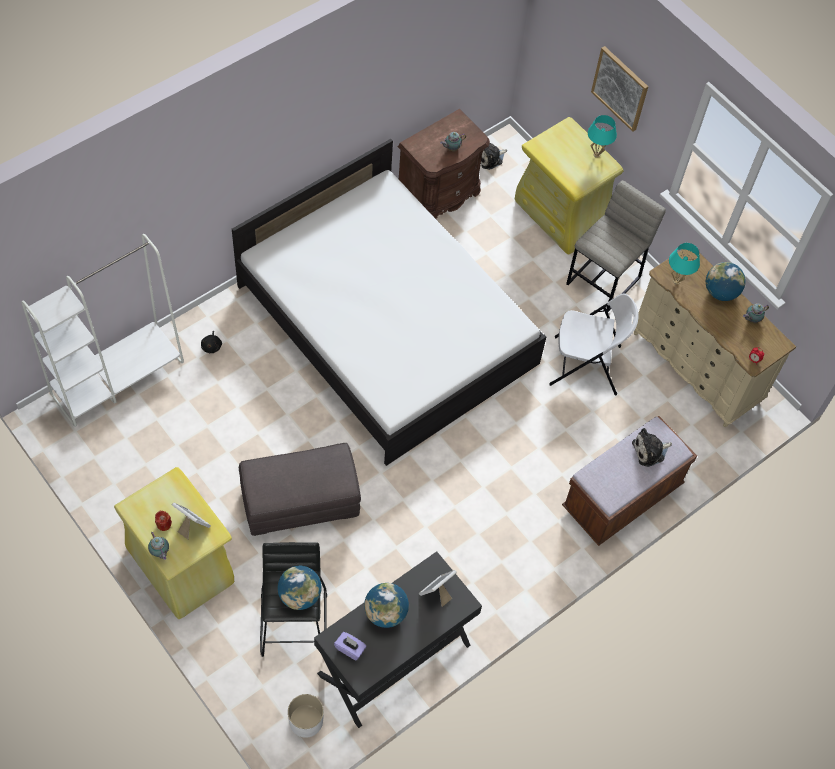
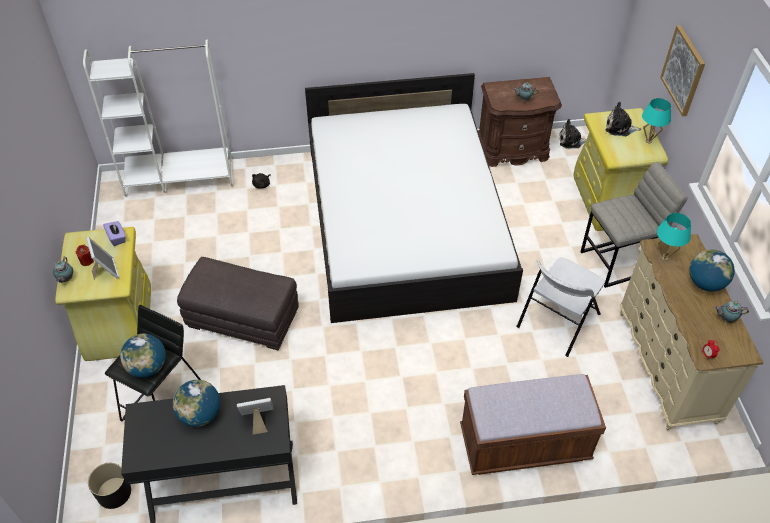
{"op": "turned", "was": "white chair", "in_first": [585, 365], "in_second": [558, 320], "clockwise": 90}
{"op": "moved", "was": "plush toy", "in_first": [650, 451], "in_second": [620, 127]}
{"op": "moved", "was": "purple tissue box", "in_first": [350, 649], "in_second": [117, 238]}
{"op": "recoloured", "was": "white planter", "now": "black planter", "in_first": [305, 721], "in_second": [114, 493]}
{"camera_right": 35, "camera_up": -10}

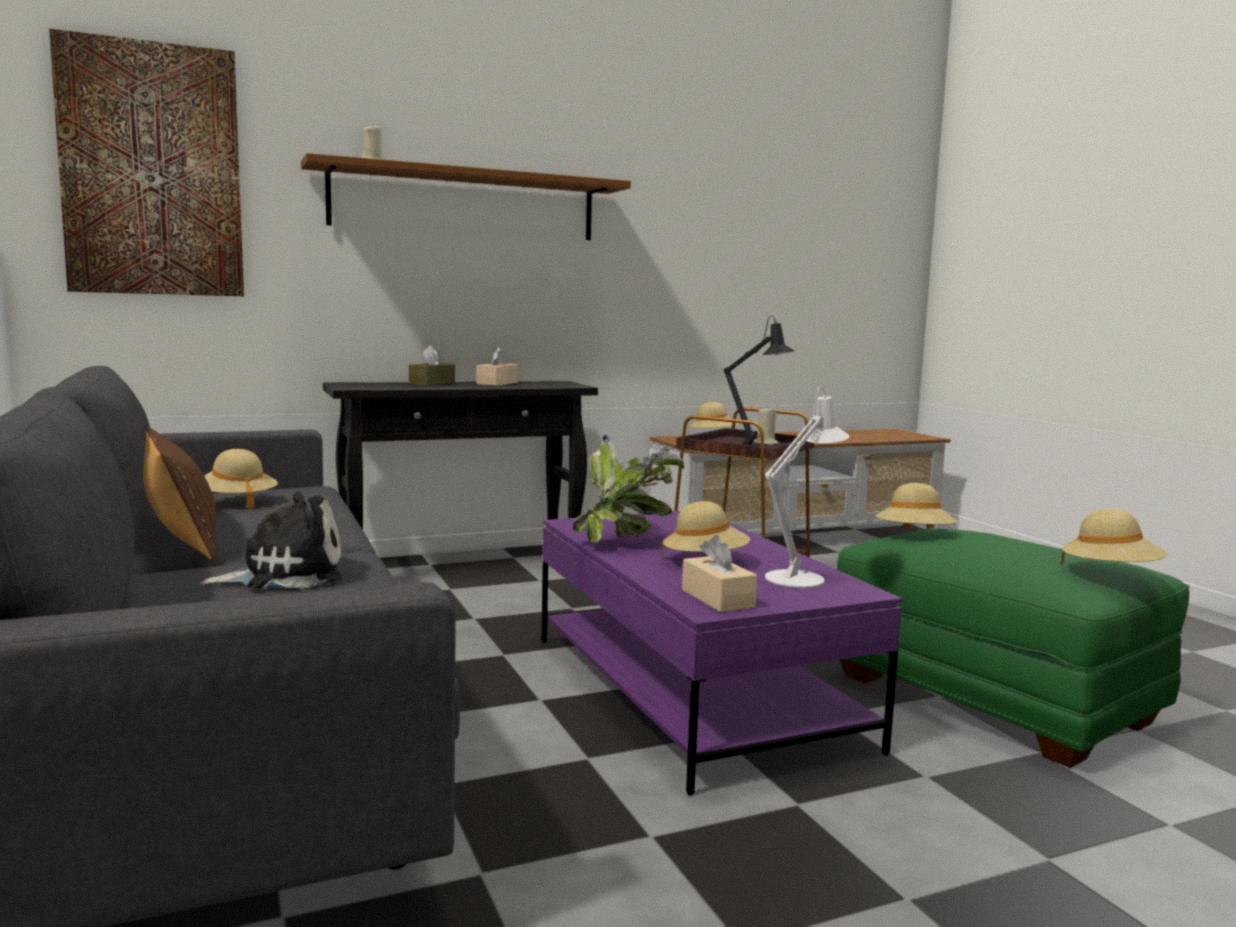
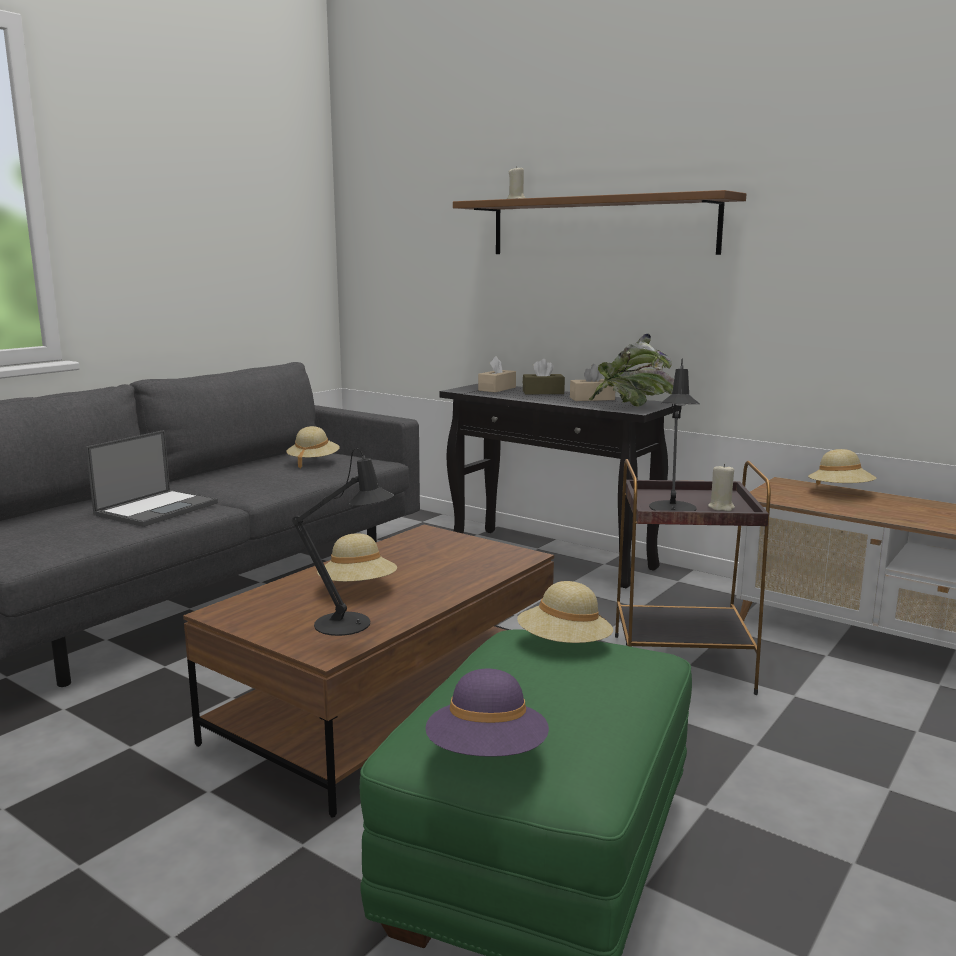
{"op": "removed", "was": "picture", "in_first": [152, 170]}
{"op": "recoloured", "was": "white table lamp", "now": "black table lamp", "in_first": [800, 577], "in_second": [350, 625]}
{"op": "removed", "was": "brown pillow", "in_first": [179, 534]}
{"op": "moved", "was": "potted plant", "in_first": [625, 540], "in_second": [632, 407]}
{"op": "replaced", "was": "plush toy", "now": "laptop", "in_first": [285, 575], "in_second": [157, 508]}
{"op": "recoloured", "was": "beige hat", "now": "purple hat", "in_first": [1111, 574], "in_second": [487, 755]}
{"op": "recoloured", "was": "purple coffee table", "now": "brown coffee table", "in_first": [691, 691], "in_second": [388, 702]}
{"op": "moved", "was": "beige tissue box", "in_first": [717, 598], "in_second": [497, 389]}
{"camera_right": 60, "camera_up": 5}

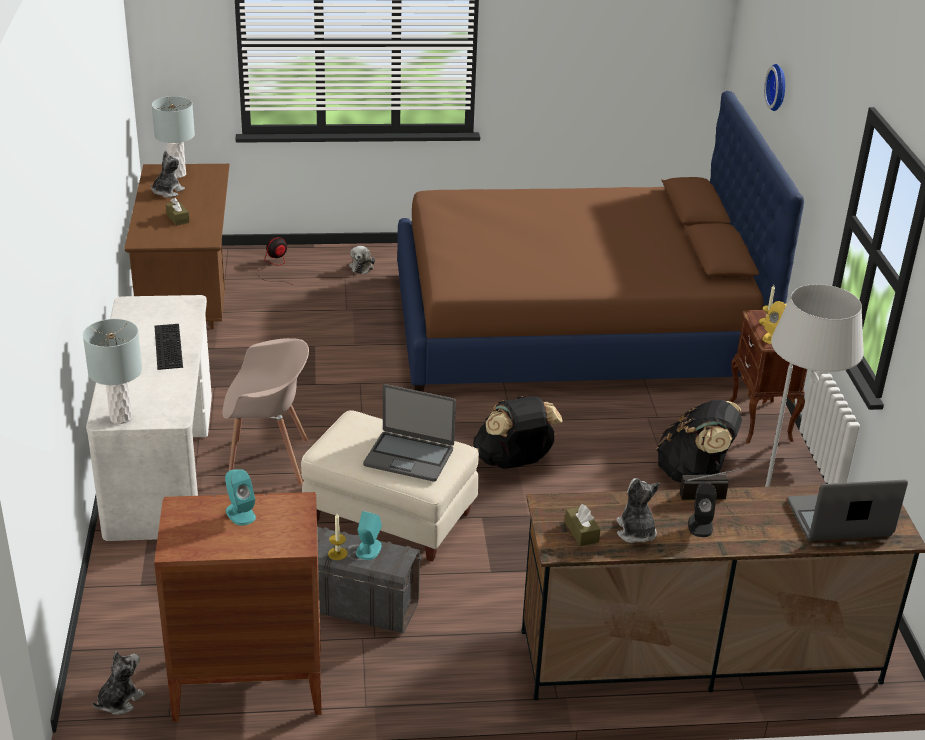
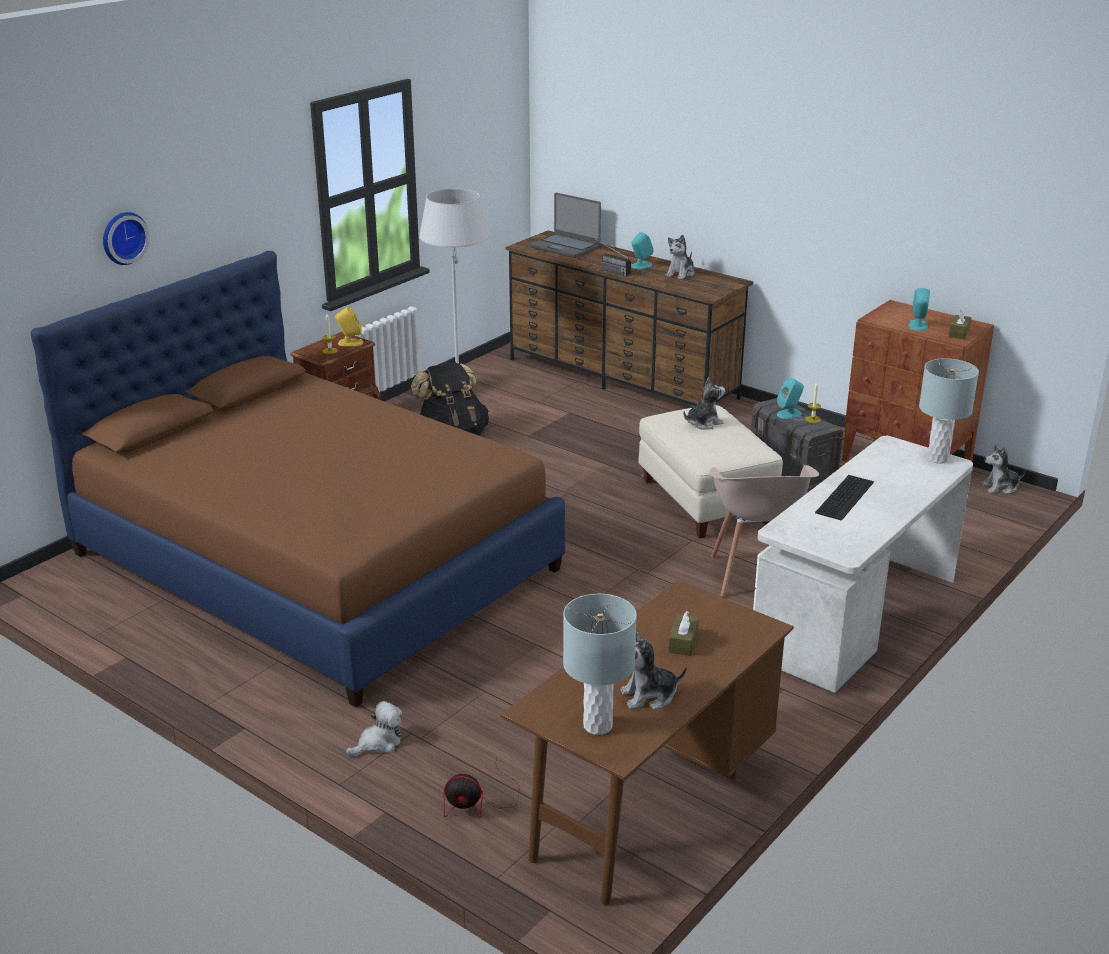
{"op": "turned", "was": "beige chair", "in_first": [270, 461], "in_second": [754, 576], "clockwise": -135}
{"op": "replaced", "was": "laptop", "now": "plush toy", "in_first": [409, 457], "in_second": [703, 423]}
{"op": "removed", "was": "black backpack", "in_first": [514, 462]}
{"op": "recoloured", "was": "black speaker", "now": "turquoise speaker", "in_first": [700, 525], "in_second": [641, 265]}
{"op": "moved", "was": "brown tissue box", "in_first": [581, 532], "in_second": [959, 333]}
{"camera_right": -135, "camera_up": -5}

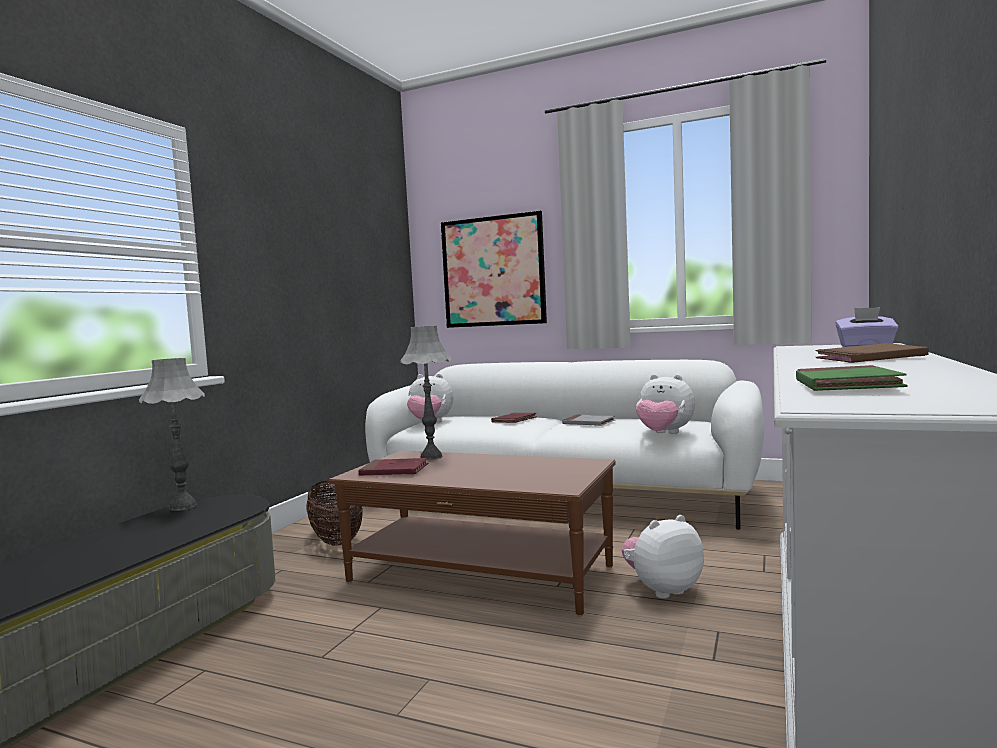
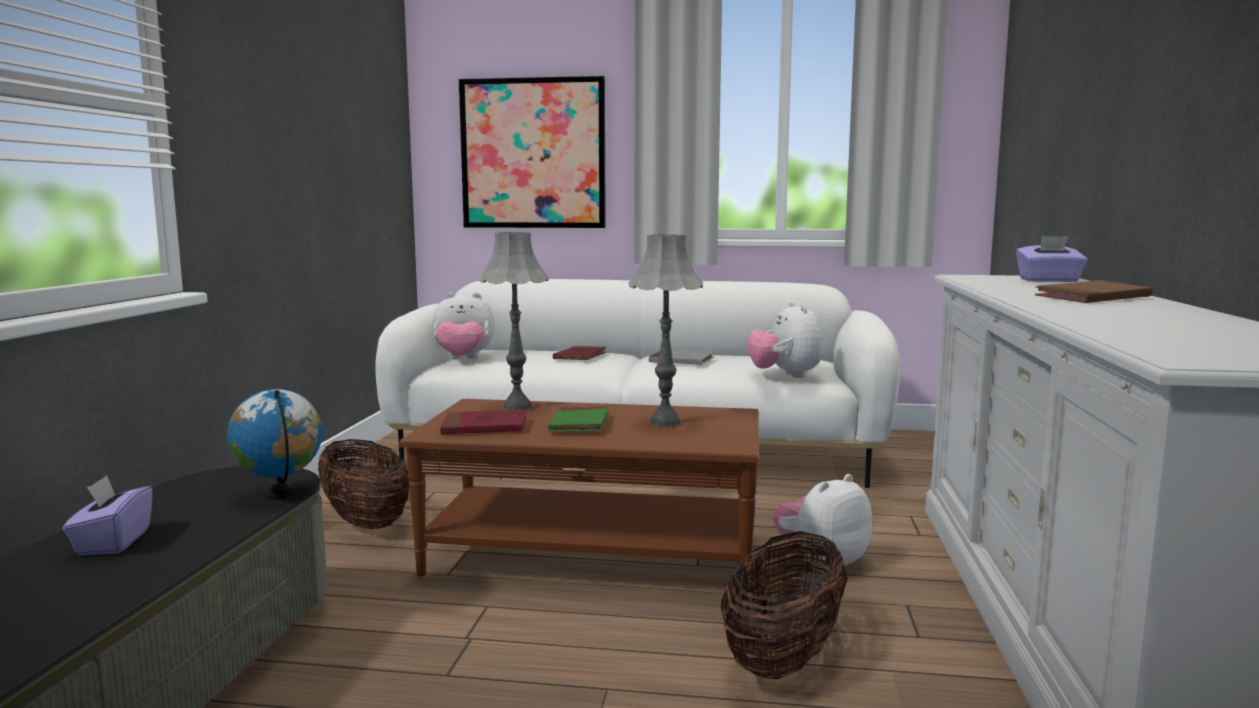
{"op": "moved", "was": "grey table lamp", "in_first": [183, 507], "in_second": [665, 423]}
{"op": "moved", "was": "green book", "in_first": [845, 386], "in_second": [579, 424]}
{"op": "turned", "was": "plush toy", "in_first": [664, 434], "in_second": [785, 375], "clockwise": 60}
{"op": "added", "now": "globe", "in_second": [281, 495]}
{"op": "added", "now": "purple tissue box", "in_second": [112, 542]}
{"op": "added", "now": "basket", "in_second": [783, 657]}
{"camera_right": -15, "camera_up": 5}

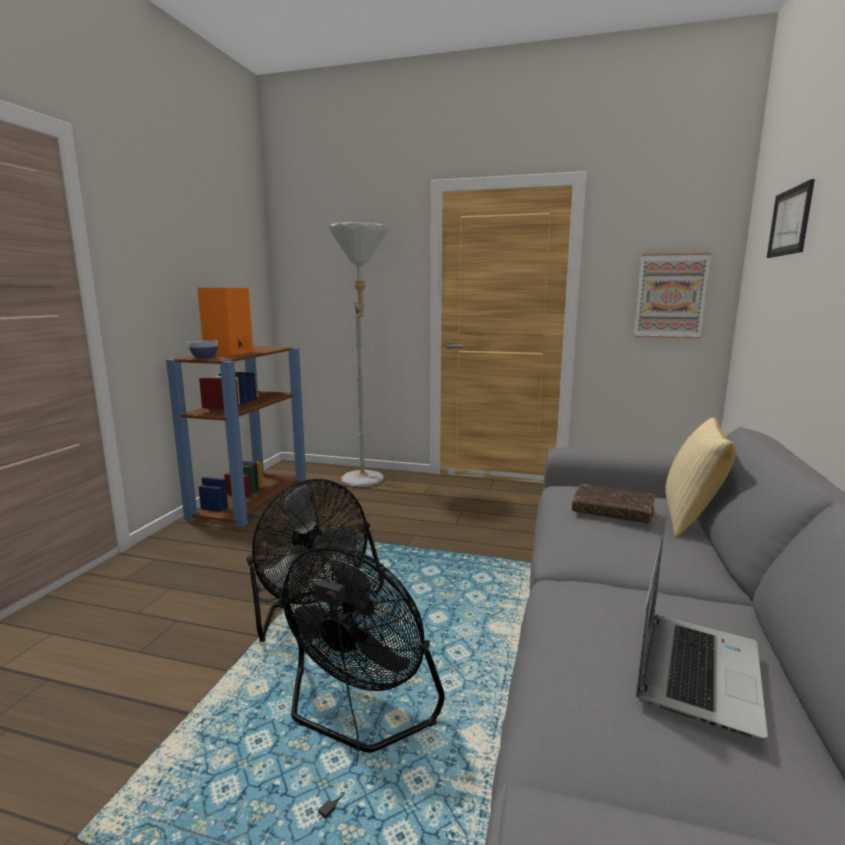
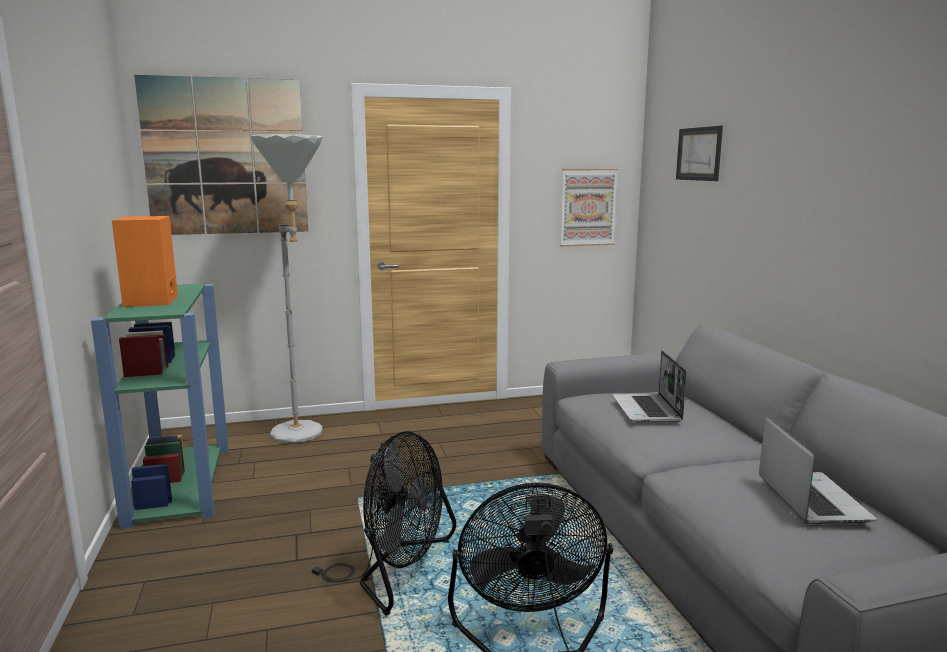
{"op": "removed", "was": "bowl", "in_first": [204, 358]}
{"op": "recoloured", "was": "brown bookcase", "now": "green bookcase", "in_first": [252, 498], "in_second": [181, 483]}
{"op": "removed", "was": "pillow", "in_first": [691, 518]}
{"op": "replaced", "was": "brown book", "now": "laptop", "in_first": [612, 512], "in_second": [647, 410]}
{"op": "added", "now": "picture", "in_second": [226, 157]}
{"camera_right": -30, "camera_up": 0}

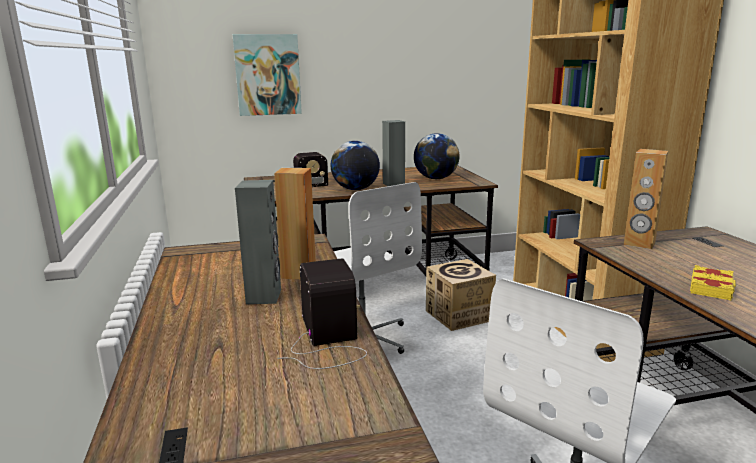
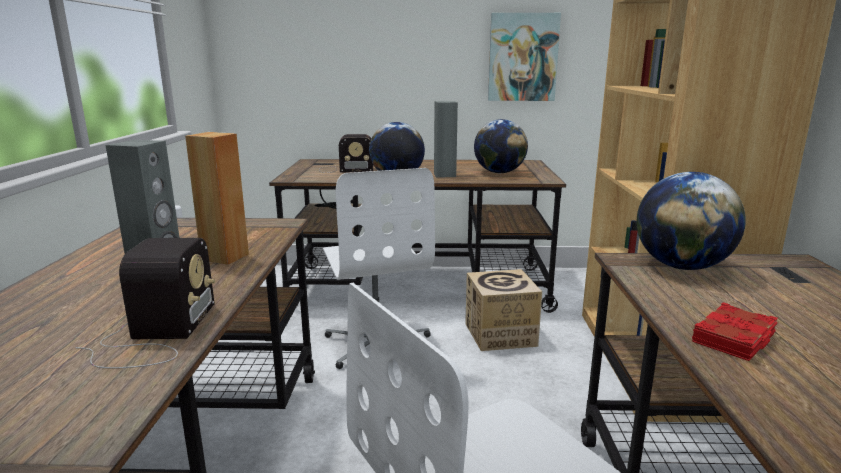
{"op": "moved", "was": "picture", "in_first": [268, 75], "in_second": [523, 57]}
{"op": "replaced", "was": "brown speaker", "now": "globe", "in_first": [639, 243], "in_second": [681, 266]}
{"op": "recoloured", "was": "yellow book", "now": "red book", "in_first": [711, 288], "in_second": [734, 338]}
{"camera_right": 15, "camera_up": 0}

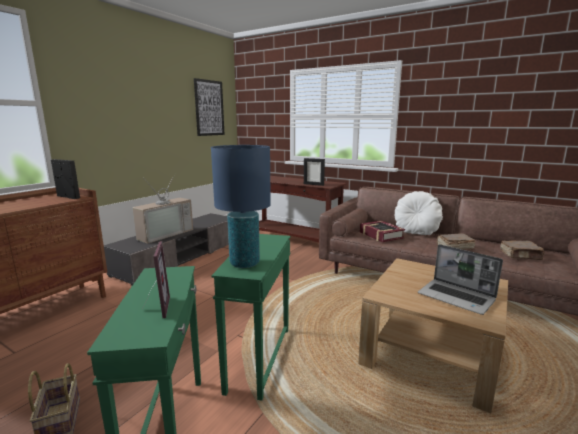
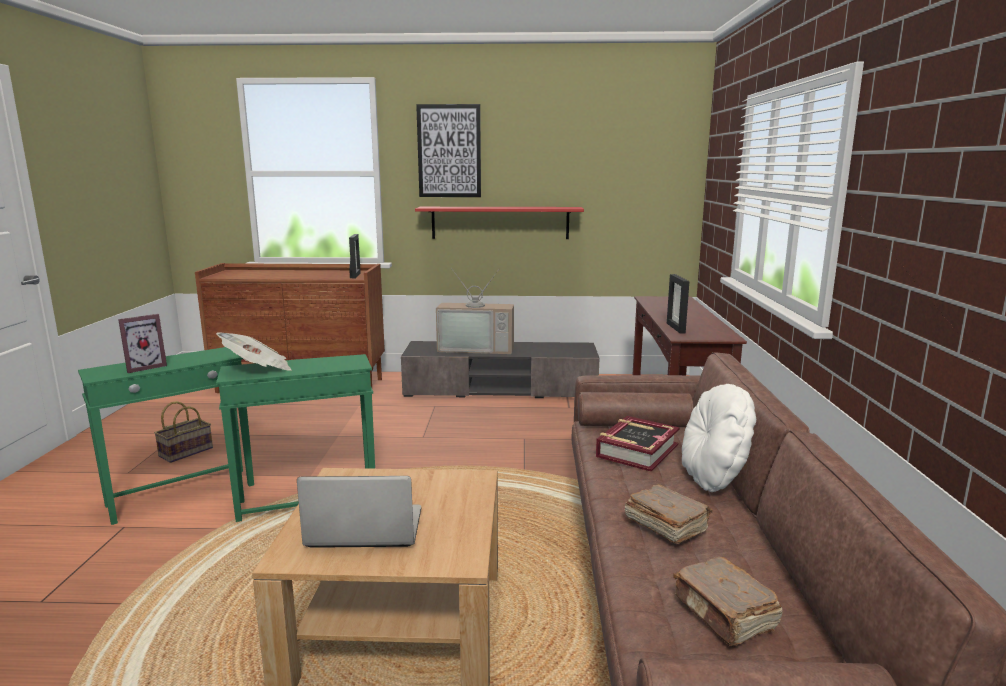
{"op": "moved", "was": "picture", "in_first": [209, 108], "in_second": [449, 151]}
{"op": "replaced", "was": "blue table lamp", "now": "newspaper", "in_first": [244, 263], "in_second": [258, 369]}
{"op": "turned", "was": "laptop", "in_first": [457, 297], "in_second": [363, 530], "clockwise": 75}
{"op": "added", "now": "red shelf", "in_second": [500, 222]}
{"camera_right": 60, "camera_up": 0}

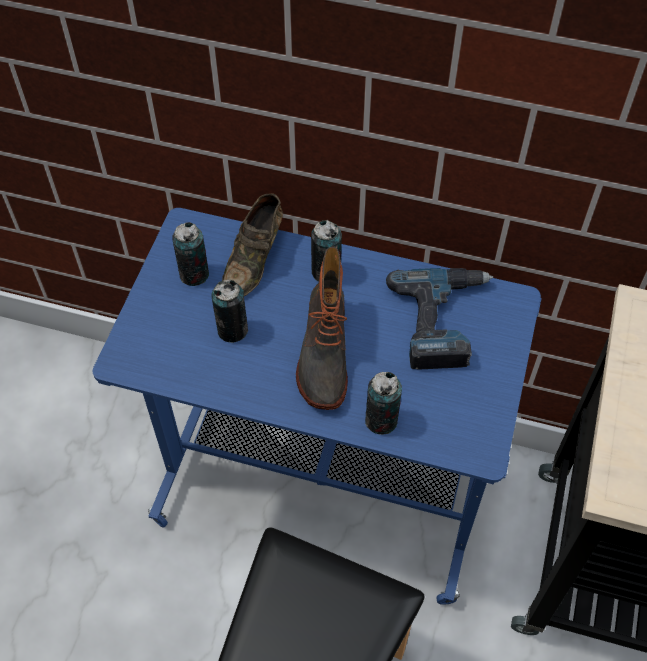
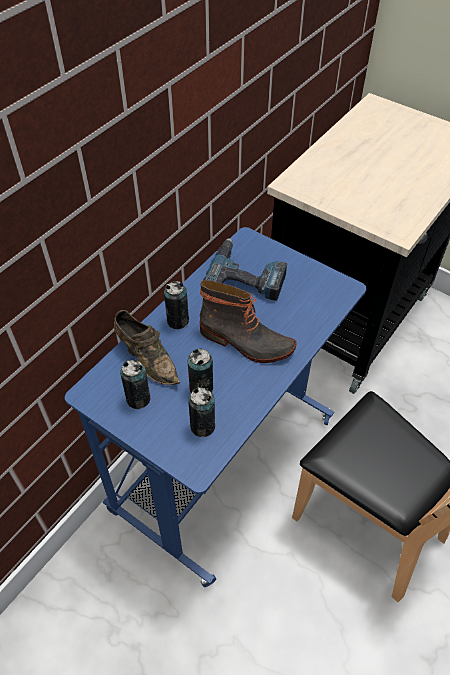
{"op": "moved", "was": "can", "in_first": [381, 420], "in_second": [202, 426]}
{"camera_right": -70, "camera_up": -5}

